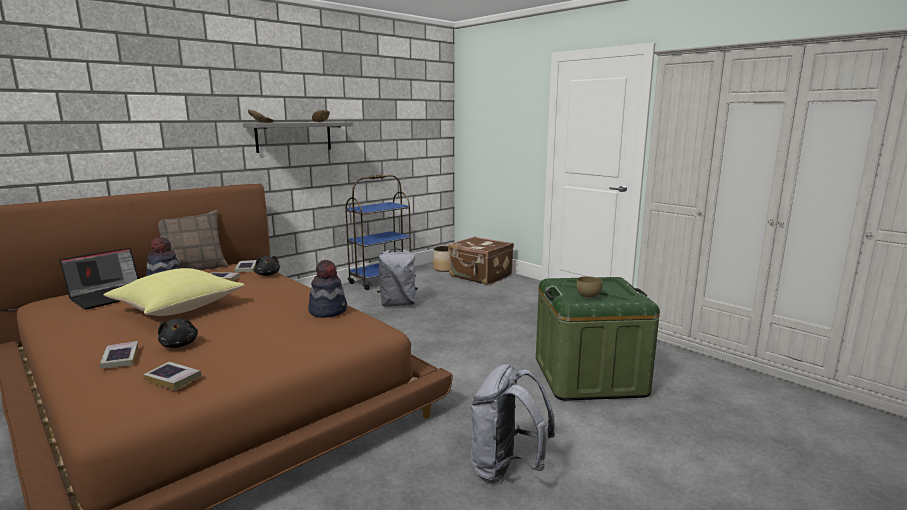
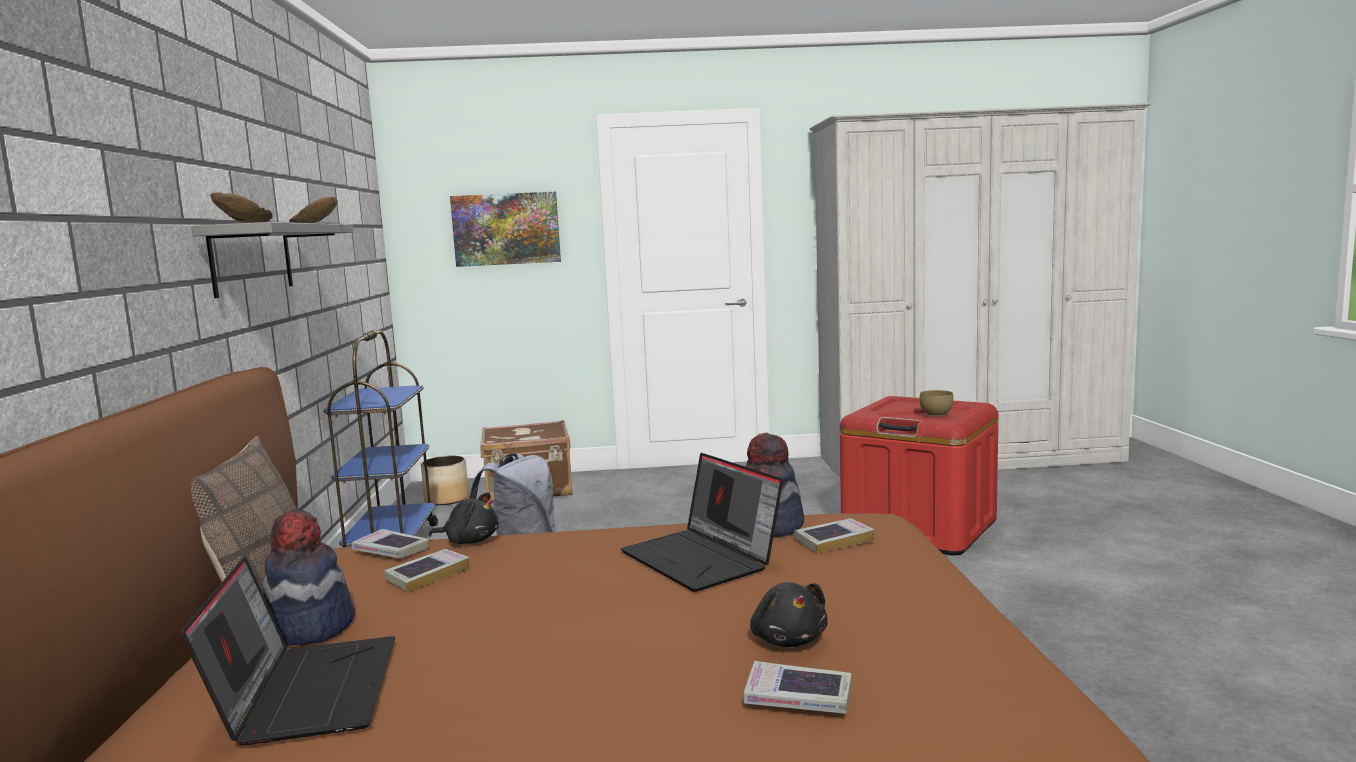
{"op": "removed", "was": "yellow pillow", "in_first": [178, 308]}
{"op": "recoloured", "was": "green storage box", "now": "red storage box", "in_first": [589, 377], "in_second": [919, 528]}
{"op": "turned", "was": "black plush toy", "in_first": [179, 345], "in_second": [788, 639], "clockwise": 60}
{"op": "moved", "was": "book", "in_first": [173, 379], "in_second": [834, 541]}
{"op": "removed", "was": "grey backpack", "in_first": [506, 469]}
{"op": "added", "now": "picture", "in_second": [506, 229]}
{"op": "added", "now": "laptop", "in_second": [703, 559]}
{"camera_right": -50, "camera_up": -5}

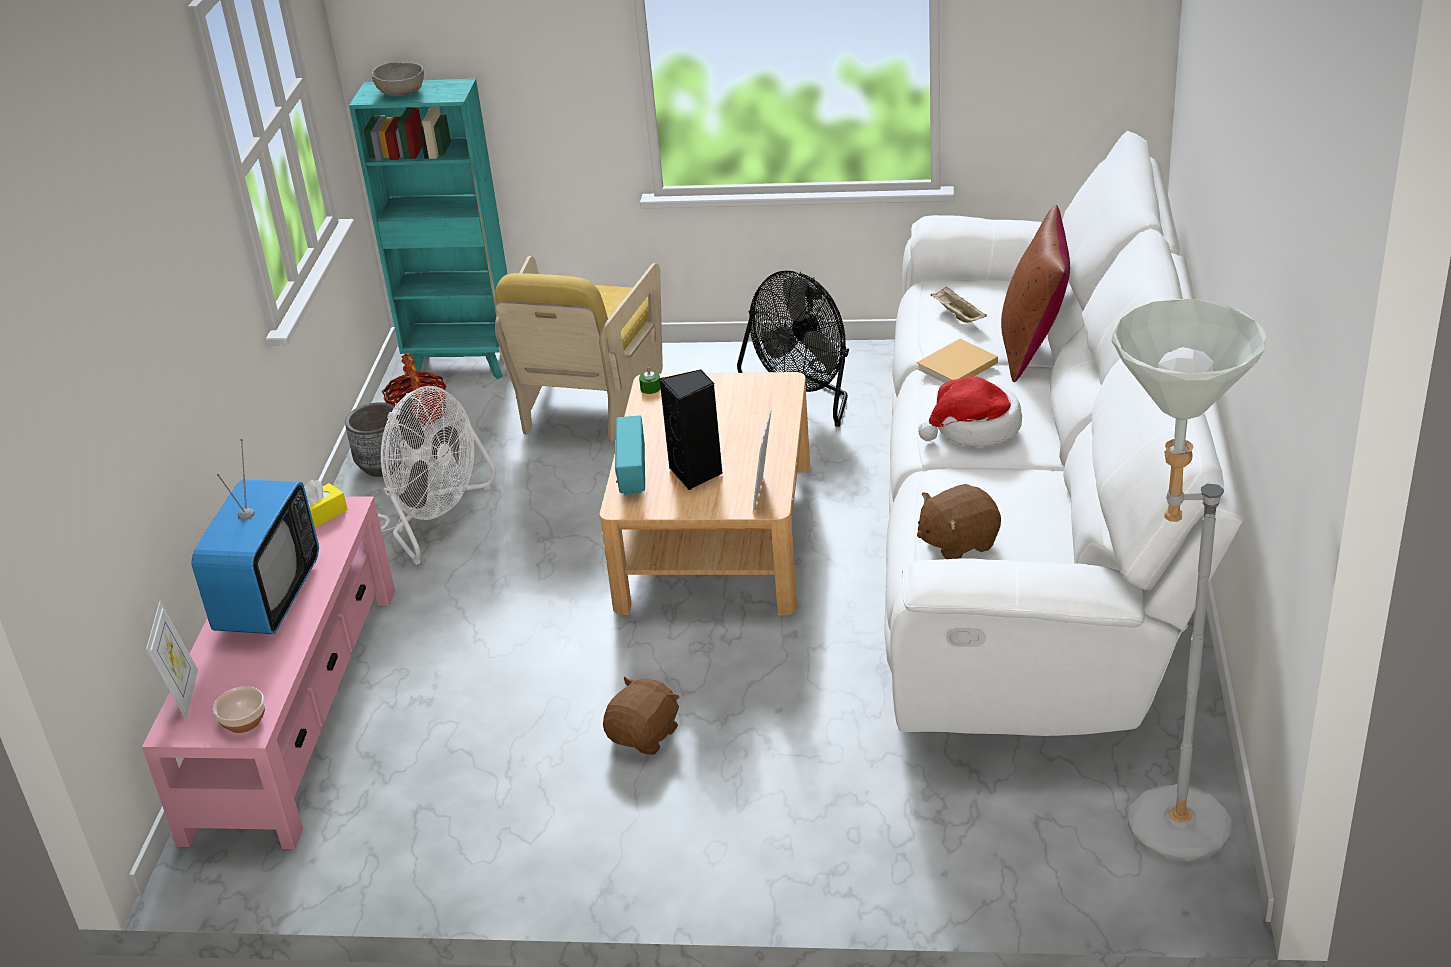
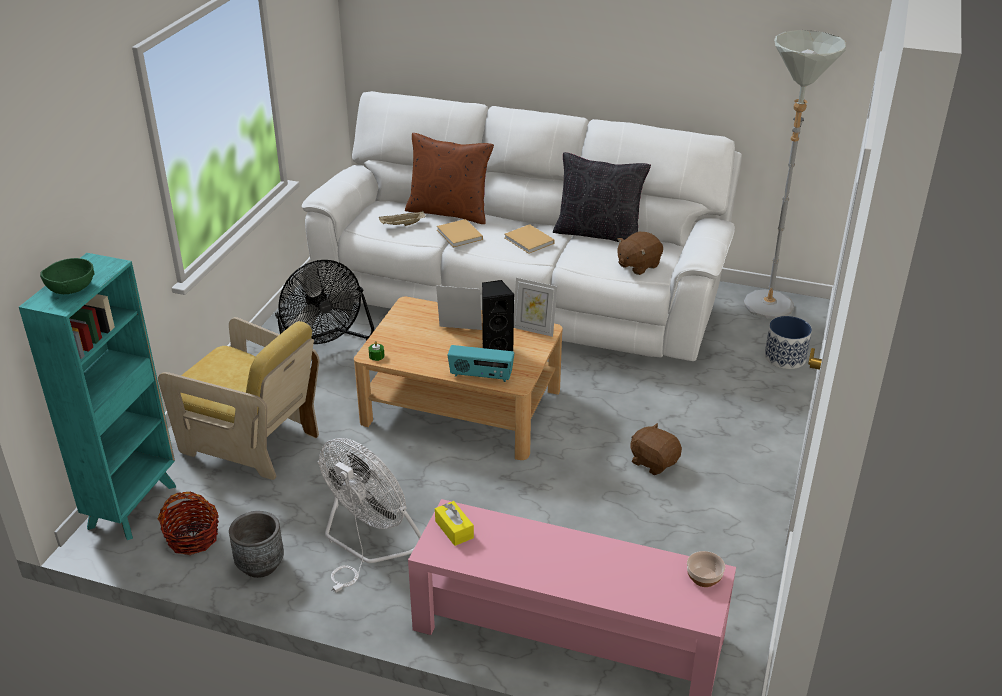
{"op": "recoloured", "was": "grey bowl", "now": "green bowl", "in_first": [401, 92], "in_second": [71, 288]}
{"op": "replaced", "was": "hat", "now": "beige book", "in_first": [975, 428], "in_second": [530, 241]}
{"op": "removed", "was": "television", "in_first": [268, 598]}
{"op": "turned", "was": "brown plush toy", "in_first": [958, 542], "in_second": [638, 265], "clockwise": 60}
{"op": "moved", "was": "picture frame", "in_first": [184, 694], "in_second": [460, 330]}
{"op": "added", "now": "black pillow", "in_second": [598, 234]}
{"op": "added", "now": "planter", "in_second": [785, 358]}
{"camera_right": -80, "camera_up": 0}

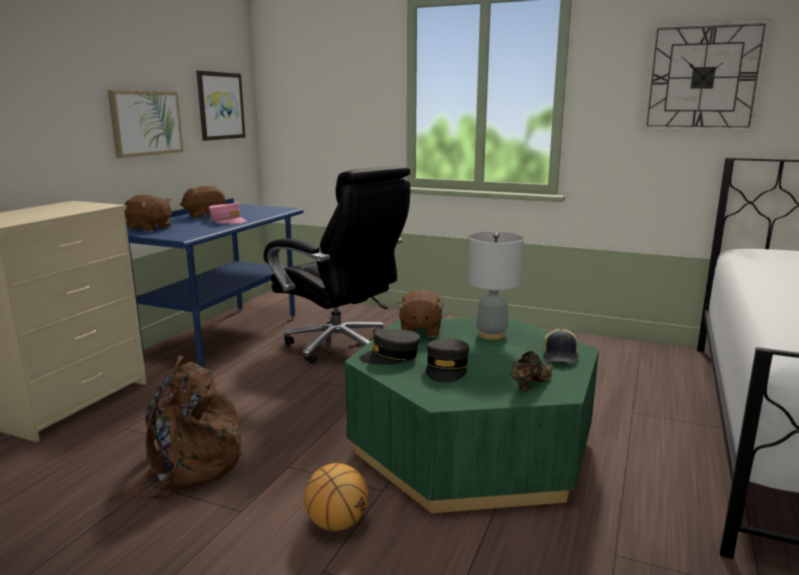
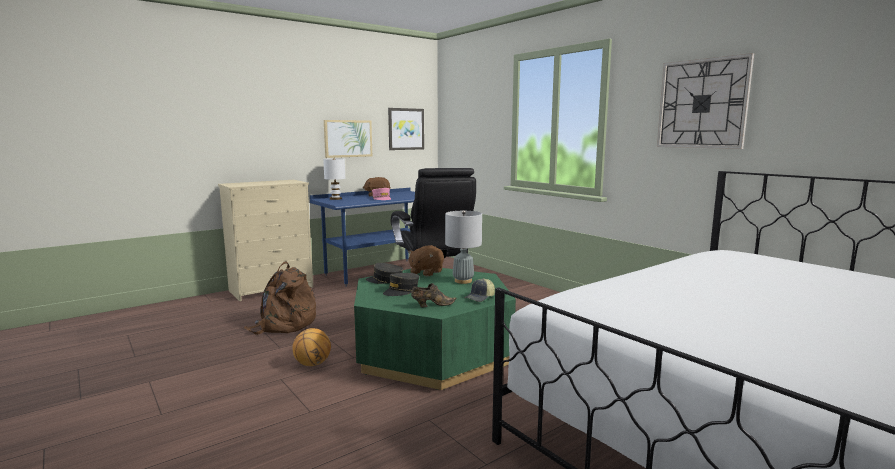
{"op": "replaced", "was": "brown plush toy", "now": "white table lamp", "in_first": [149, 228], "in_second": [335, 198]}
{"camera_right": 30, "camera_up": -5}

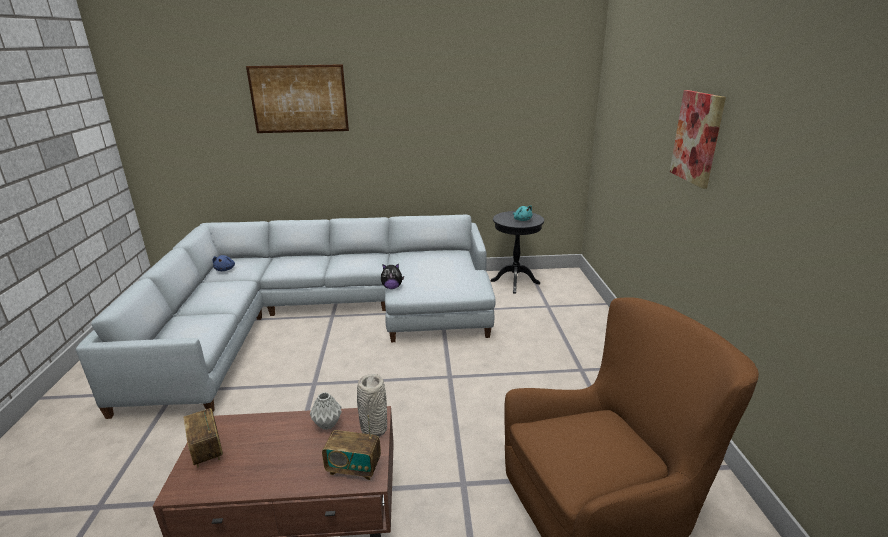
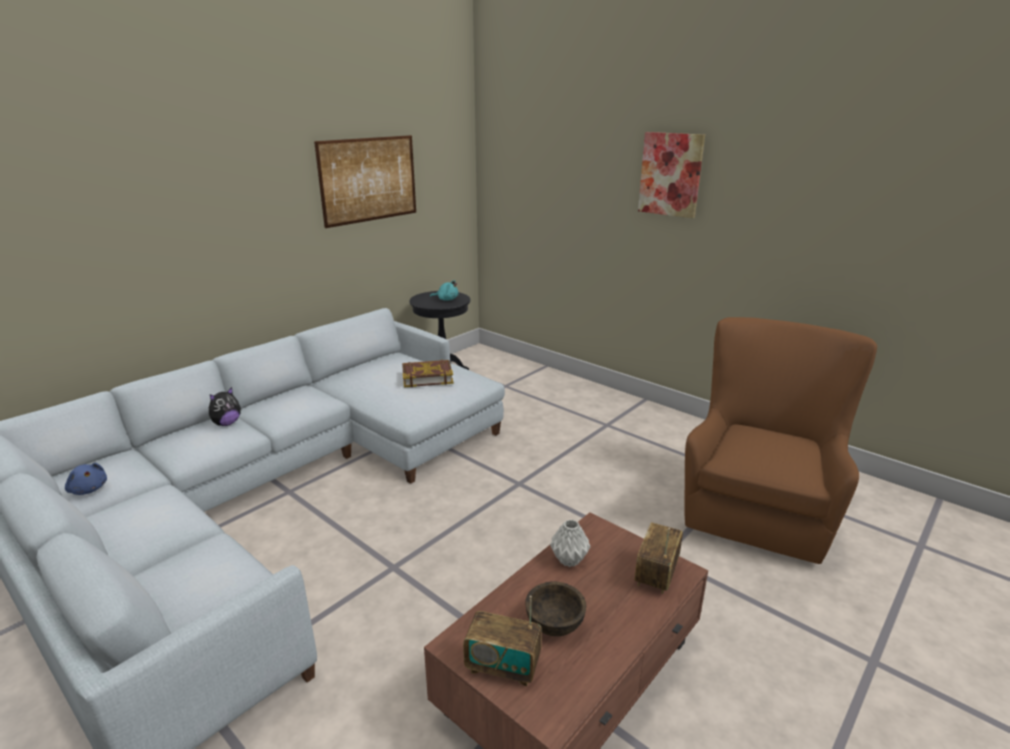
{"op": "moved", "was": "picture", "in_first": [299, 99], "in_second": [369, 180]}
{"op": "moved", "was": "plush toy", "in_first": [392, 287], "in_second": [226, 423]}
{"op": "removed", "was": "grey vase", "in_first": [374, 429]}
{"op": "turned", "was": "radio", "in_first": [354, 468], "in_second": [656, 574], "clockwise": 150}
{"op": "added", "now": "book", "in_second": [427, 377]}
{"op": "added", "now": "brown bowl", "in_second": [555, 623]}
{"camera_right": -45, "camera_up": 0}

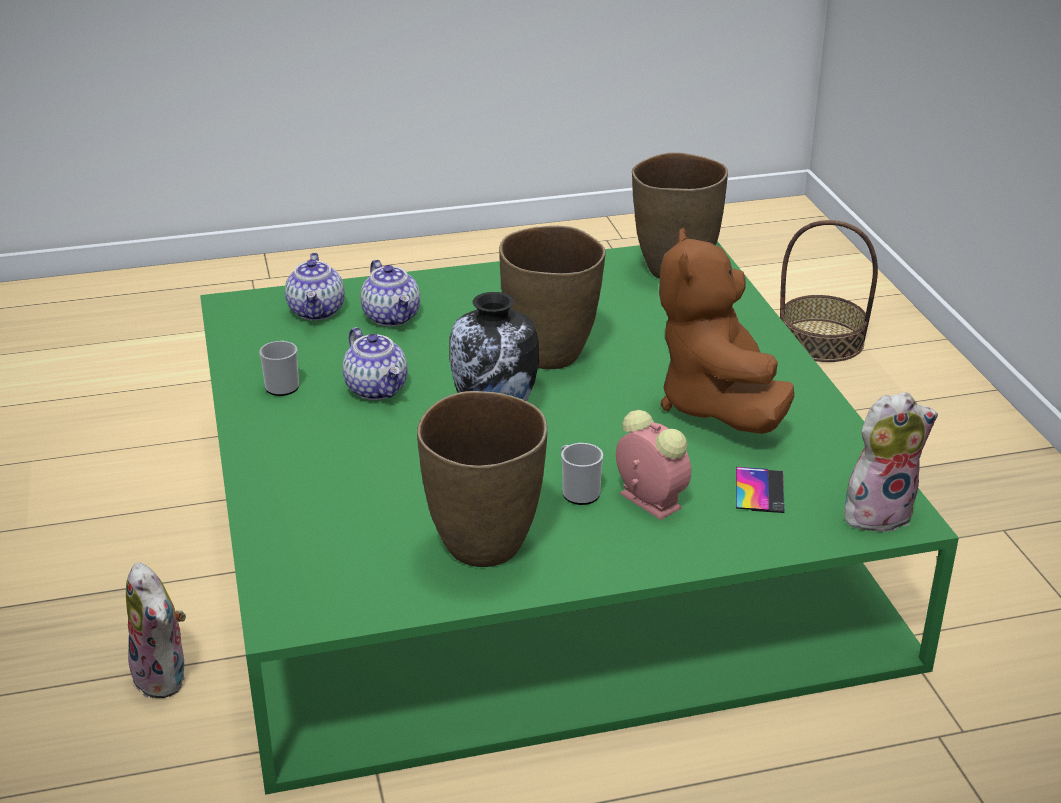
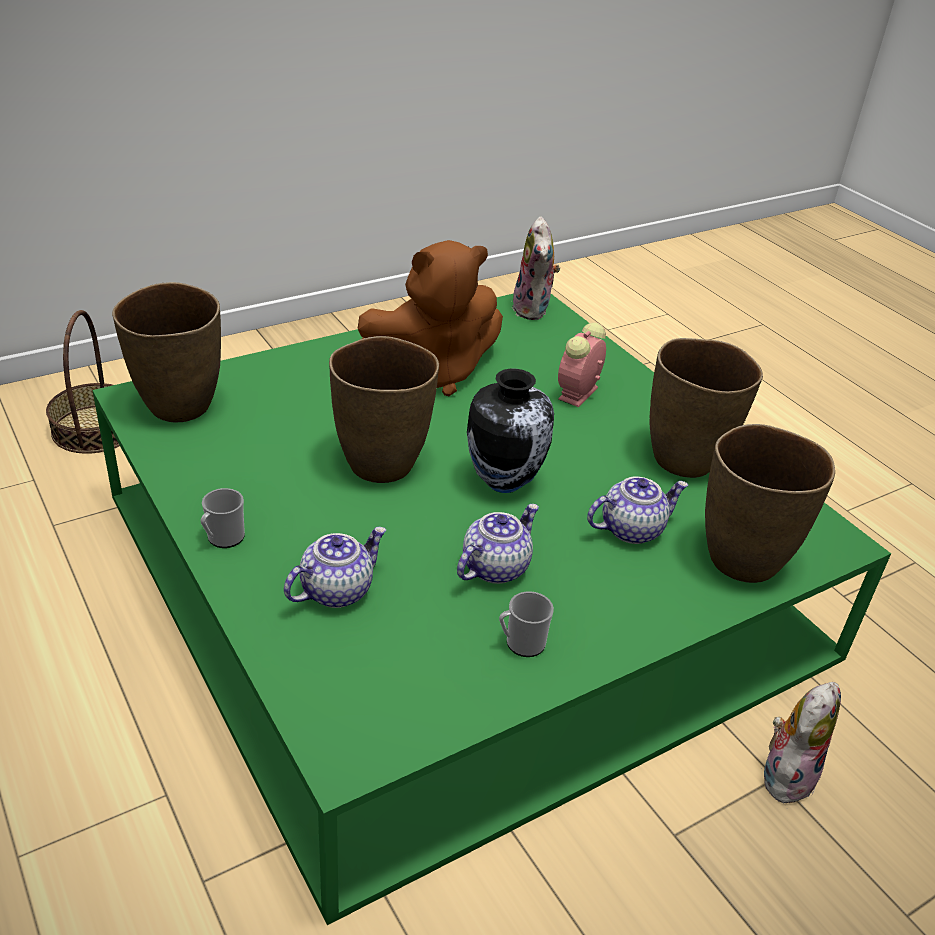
{"op": "moved", "was": "teapot", "in_first": [317, 311], "in_second": [631, 529]}
{"op": "turned", "was": "plush toy", "in_first": [878, 512], "in_second": [533, 310], "clockwise": -150}
{"op": "moved", "was": "mug", "in_first": [578, 492], "in_second": [223, 538]}
{"op": "removed", "was": "phone", "in_first": [759, 490]}
{"op": "added", "now": "brown vase", "in_second": [742, 559]}
{"camera_right": -110, "camera_up": 5}

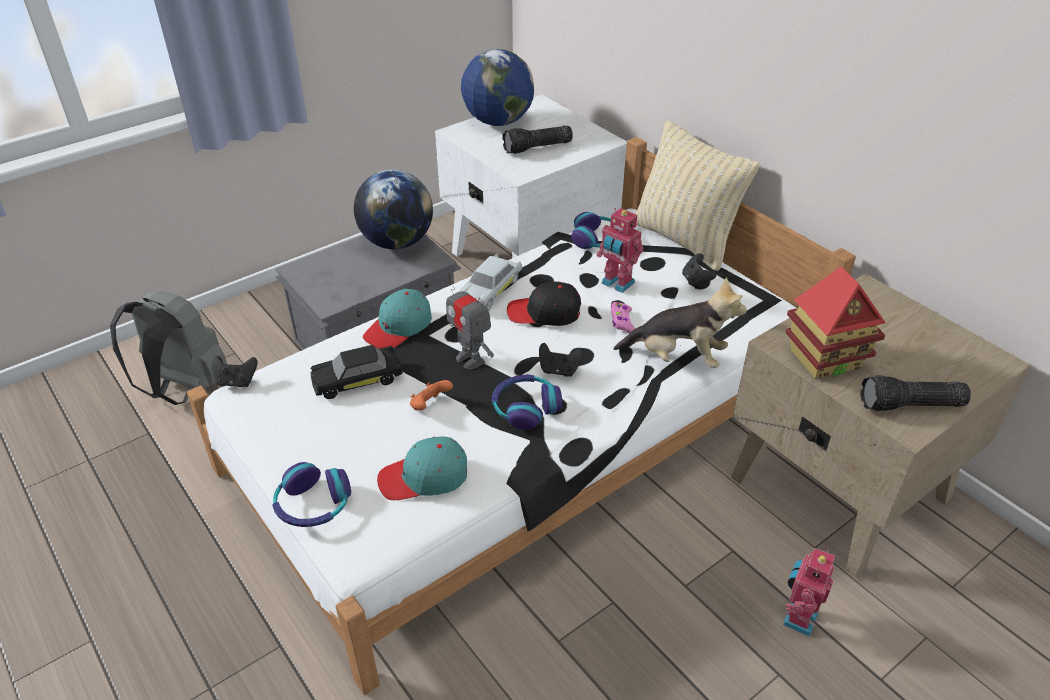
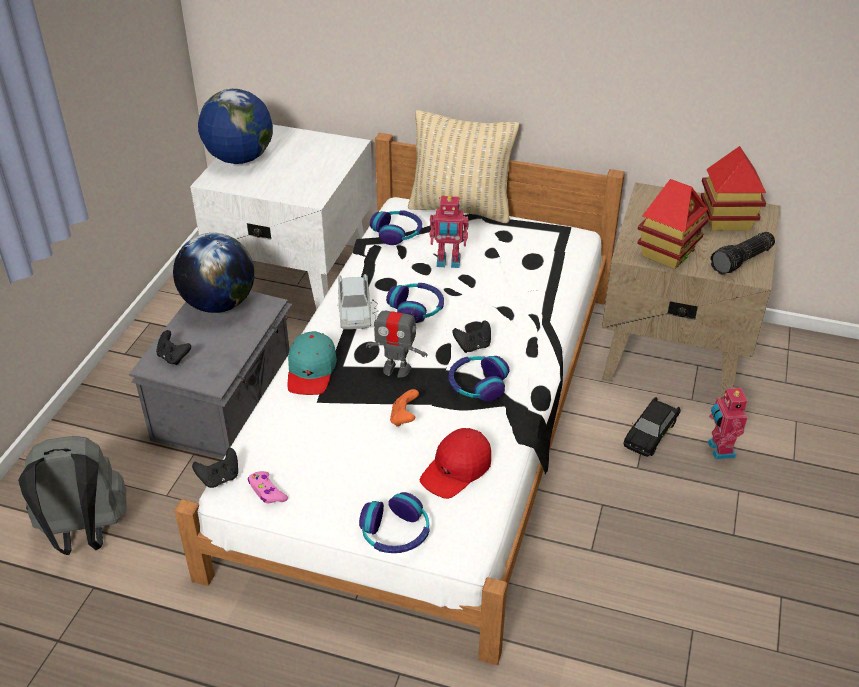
{"op": "removed", "was": "flashlight", "in_first": [537, 148]}
{"op": "moved", "was": "black game controller", "in_first": [696, 281], "in_second": [173, 357]}
{"op": "removed", "was": "plush toy", "in_first": [677, 357]}
{"op": "replaced", "was": "black cap", "now": "headphones", "in_first": [544, 313], "in_second": [416, 308]}
{"op": "moved", "was": "pink game controller", "in_first": [622, 322], "in_second": [267, 492]}
{"op": "moved", "was": "black toy car", "in_first": [358, 380], "in_second": [650, 433]}
{"op": "recoloured", "was": "turquoise cap", "now": "red cap", "in_first": [424, 477], "in_second": [456, 470]}
{"op": "added", "now": "toy house", "in_second": [726, 220]}
{"camera_right": -35, "camera_up": 0}

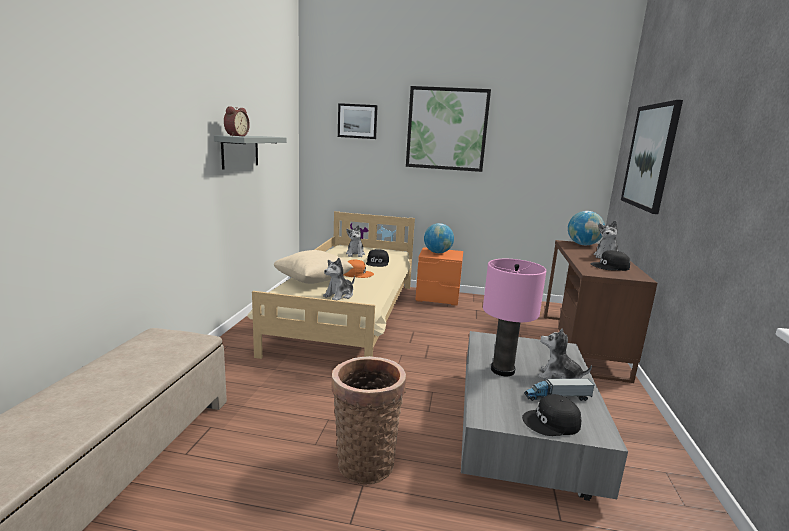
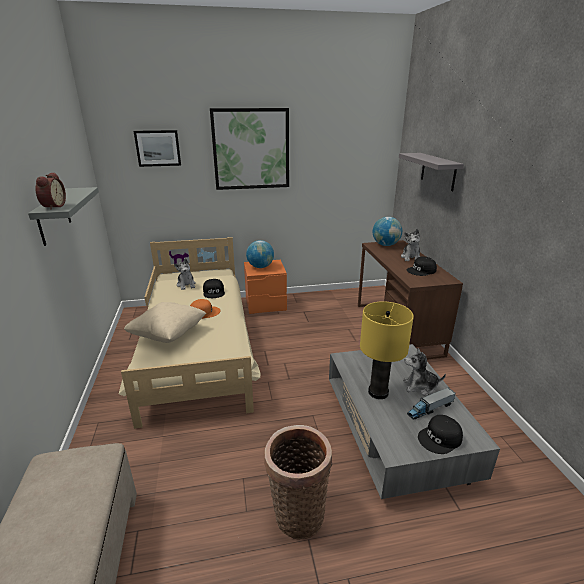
{"op": "replaced", "was": "picture", "now": "grey shelf", "in_first": [650, 156], "in_second": [438, 171]}
{"op": "removed", "was": "plush toy", "in_first": [339, 295]}
{"op": "recoloured", "was": "pink table lamp", "now": "yellow table lamp", "in_first": [502, 370], "in_second": [378, 392]}
{"camera_right": -20, "camera_up": 10}

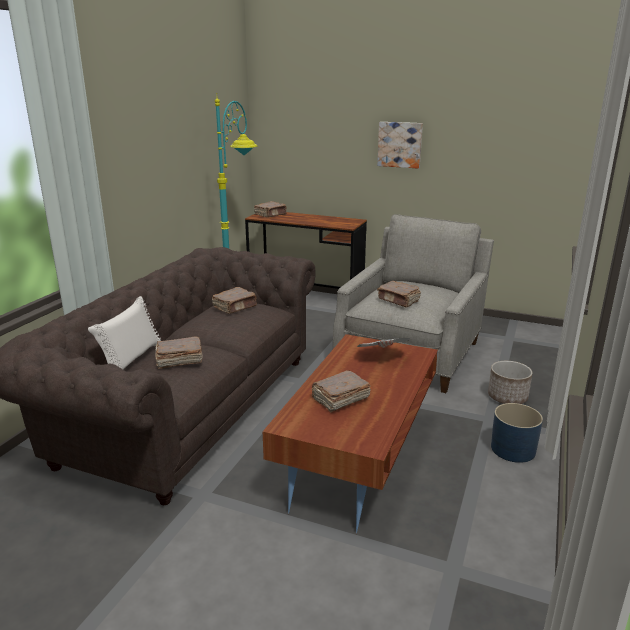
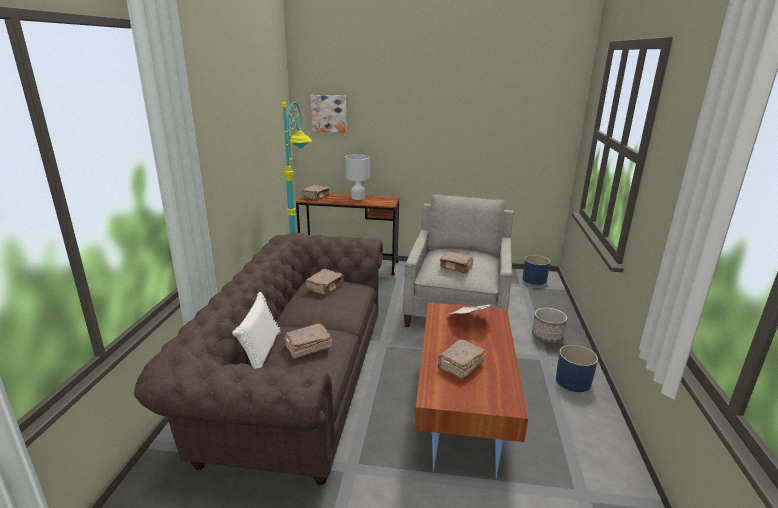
{"op": "moved", "was": "picture", "in_first": [400, 144], "in_second": [329, 113]}
{"op": "added", "now": "grey table lamp", "in_second": [358, 198]}
{"op": "added", "now": "blue planter", "in_second": [534, 280]}
{"camera_right": -15, "camera_up": 0}

